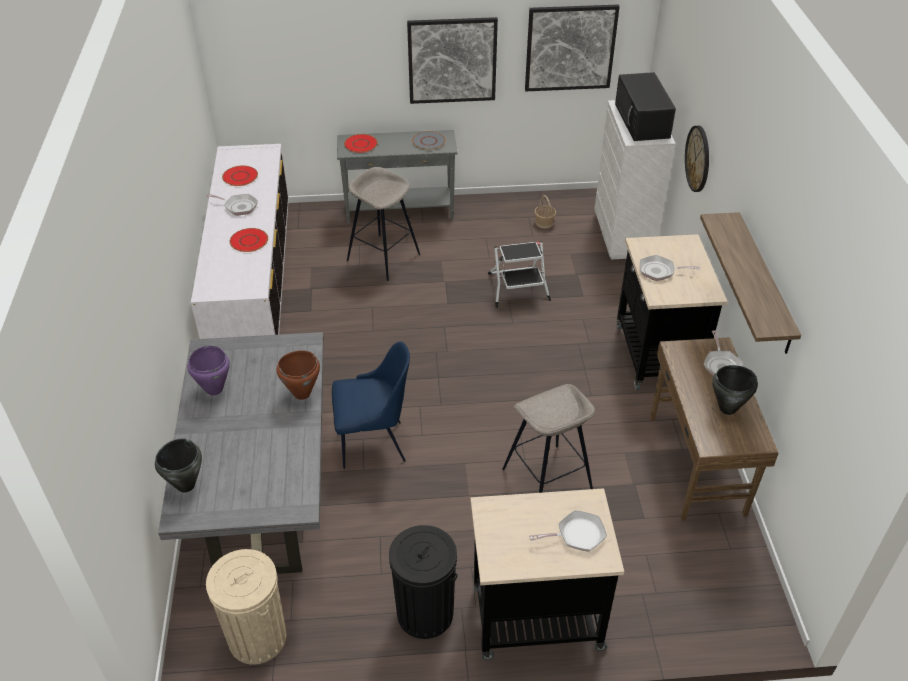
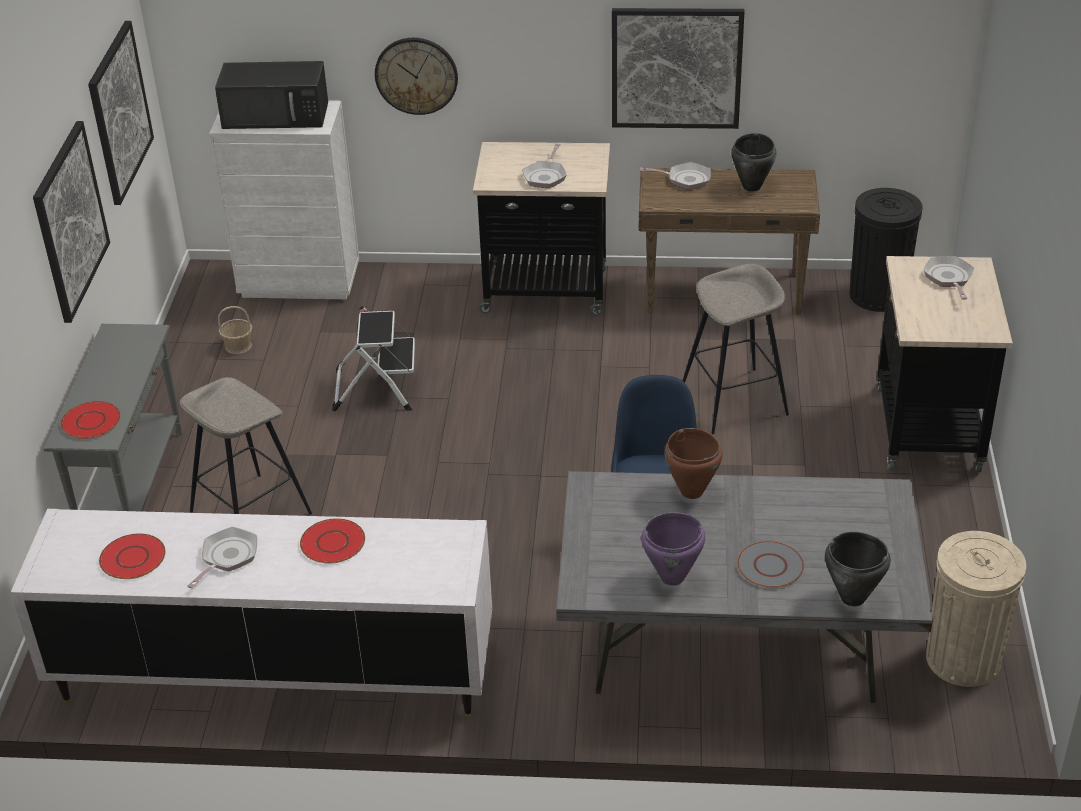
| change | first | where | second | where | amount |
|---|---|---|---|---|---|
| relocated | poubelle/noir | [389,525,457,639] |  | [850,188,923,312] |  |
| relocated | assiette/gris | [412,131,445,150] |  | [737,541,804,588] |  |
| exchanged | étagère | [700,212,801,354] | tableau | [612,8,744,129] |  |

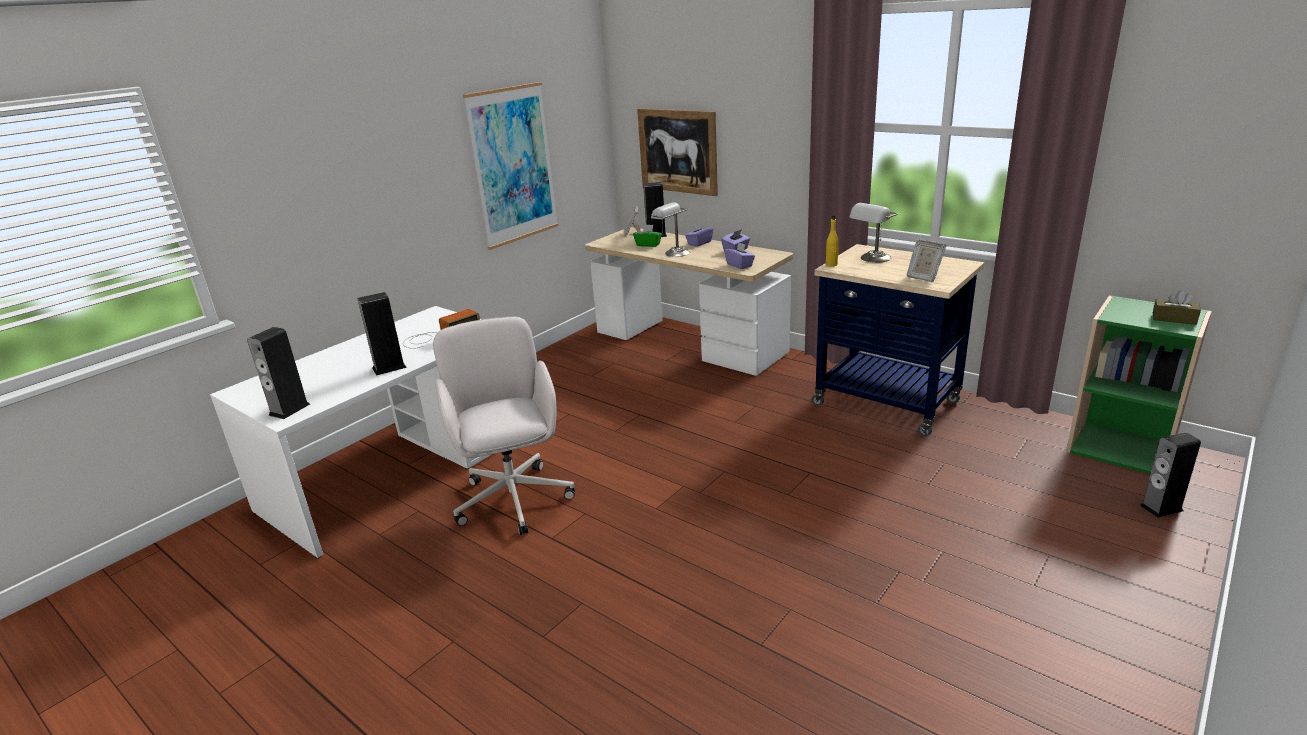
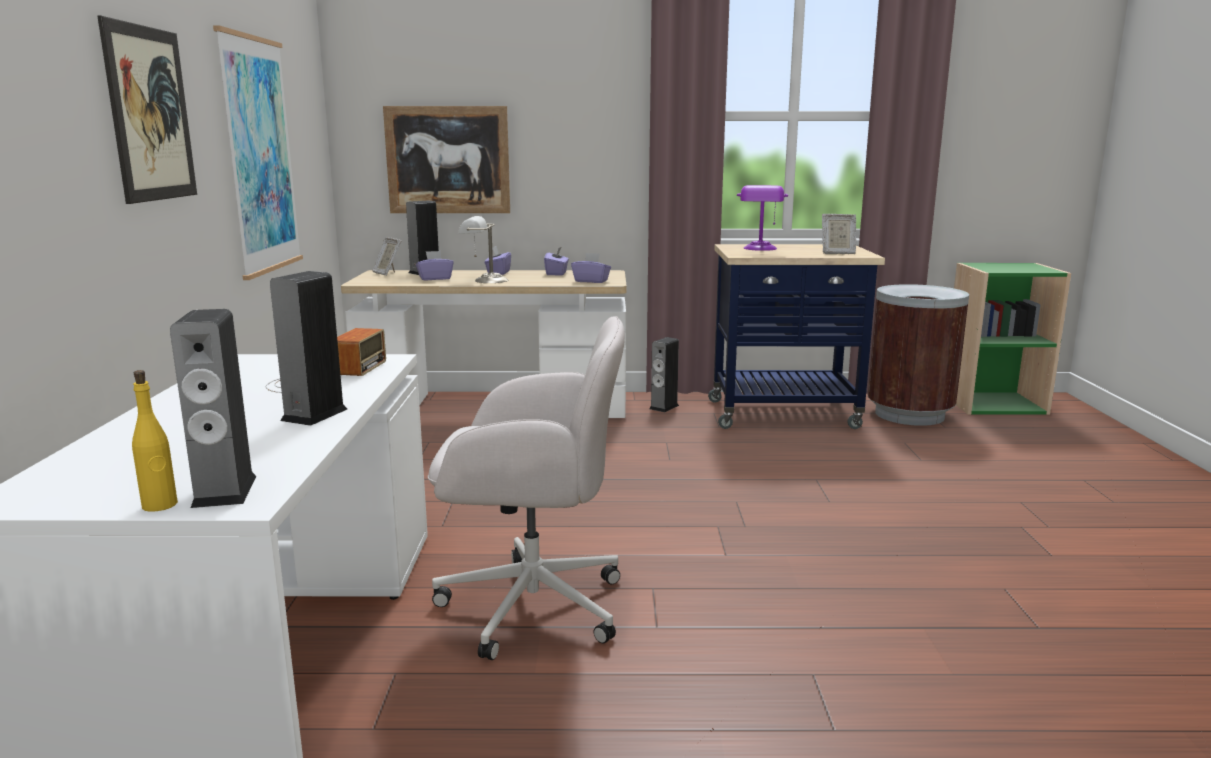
| change | first | where | second | where | amount |
|---|---|---|---|---|---|
| spun | chaise de bureau/blanc | [433,316,575,535] |  | [428,316,625,660] | 150 degrees clockwise |
| colour | boîte à mouchoirs/vert | [633,224,662,247] | boîte à mouchoirs/violet | [416,251,454,280] |  |
| relocated | bouteille/jaune | [826,215,839,266] |  | [132,370,178,512] |  |
| colour | lampe de table/blanc | [850,203,898,263] | lampe de table/violet | [737,185,788,251] |  |
| relocated | enceinte | [1139,432,1201,518] |  | [649,337,679,413] |  |
| missing | boîte à mouchoirs/marron | [1153,290,1201,325] |  |  |  |
| appeared |  |  | tableau | [97,15,197,204] |  |
| appeared |  |  | poubelle/marron | [868,284,969,426] |  |

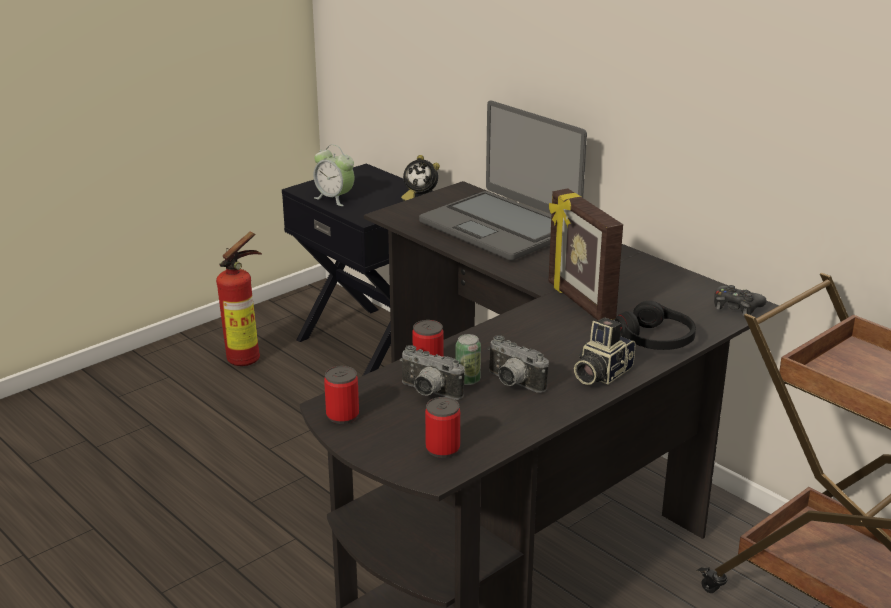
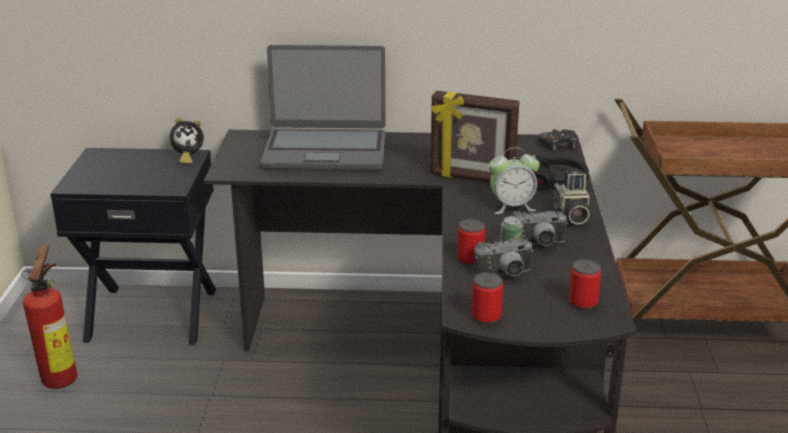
| change | first | where | second | where | amount |
|---|---|---|---|---|---|
| relocated | réveil | [313,145,354,206] |  | [489,148,540,214] |  |

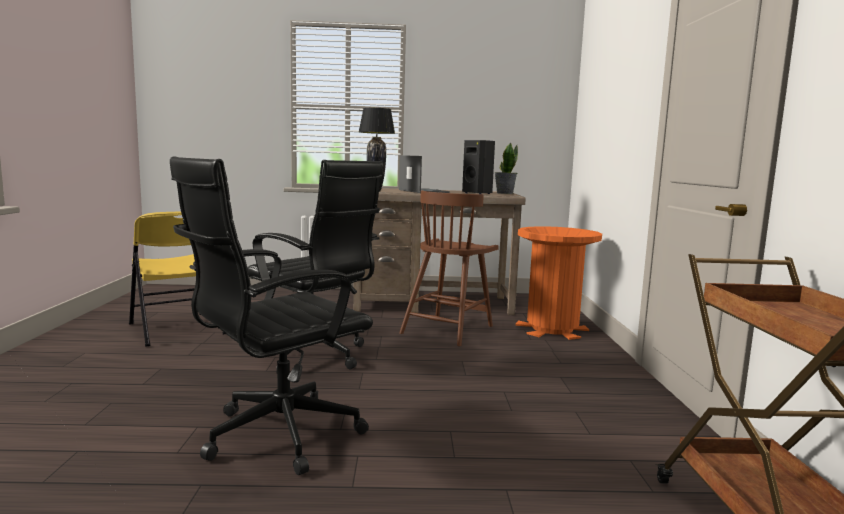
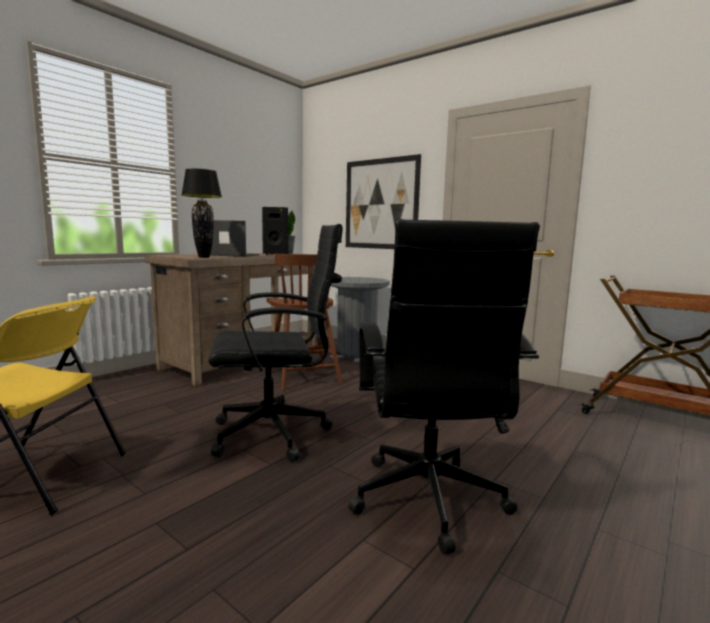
| change | first | where | second | where | amount |
|---|---|---|---|---|---|
| colour | poubelle/orange | [515,226,602,340] | poubelle/gris | [329,277,390,363] |  |
| appeared |  |  | tableau | [346,154,421,249] |  |

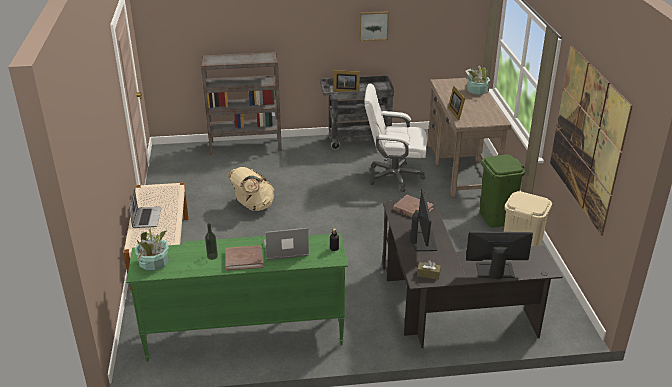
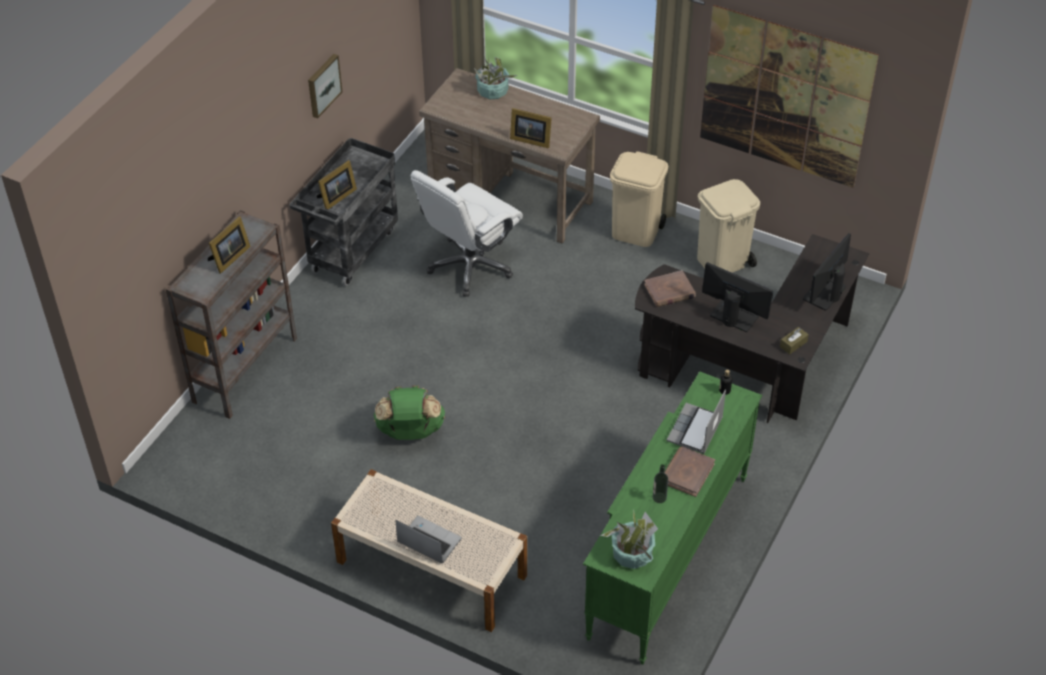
| change | first | where | second | where | amount |
|---|---|---|---|---|---|
| colour | sac à dos/beige | [227,167,275,211] | sac à dos/vert | [374,385,445,440] |  |
| colour | poubelle/vert | [480,154,525,228] | poubelle/beige | [610,151,668,247] |  |
| appeared |  |  | cadre photo | [208,216,251,274] |  |

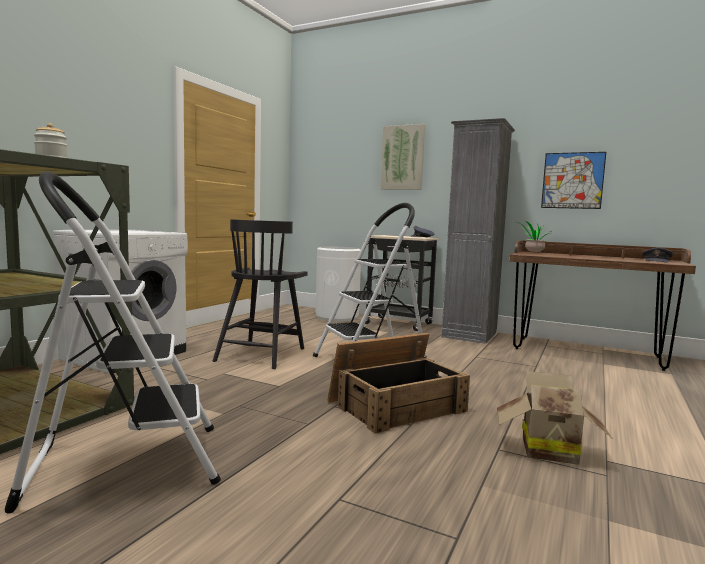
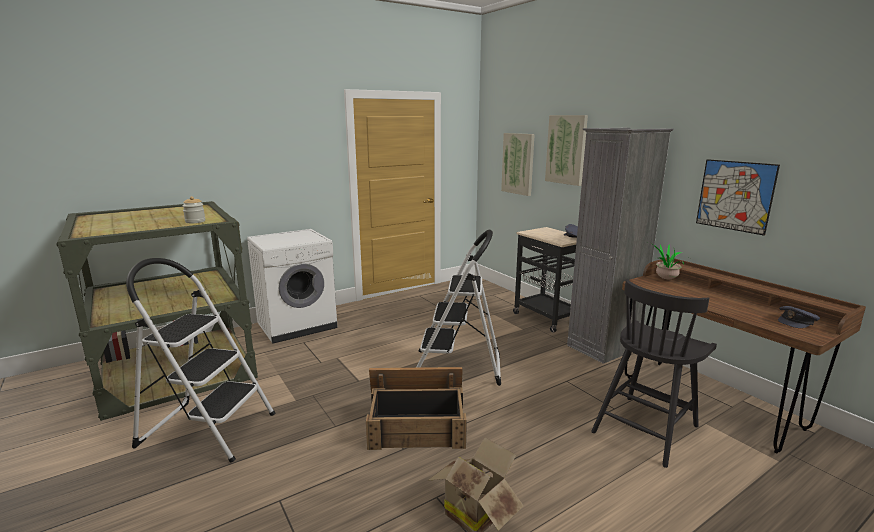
| change | first | where | second | where | amount |
|---|---|---|---|---|---|
| relocated | chaise/noir | [213,219,308,369] |  | [591,279,717,468] |  |
| missing | poubelle/blanc | [315,246,361,322] |  |  |  |
| appeared |  |  | tableau | [501,133,535,196] |  |

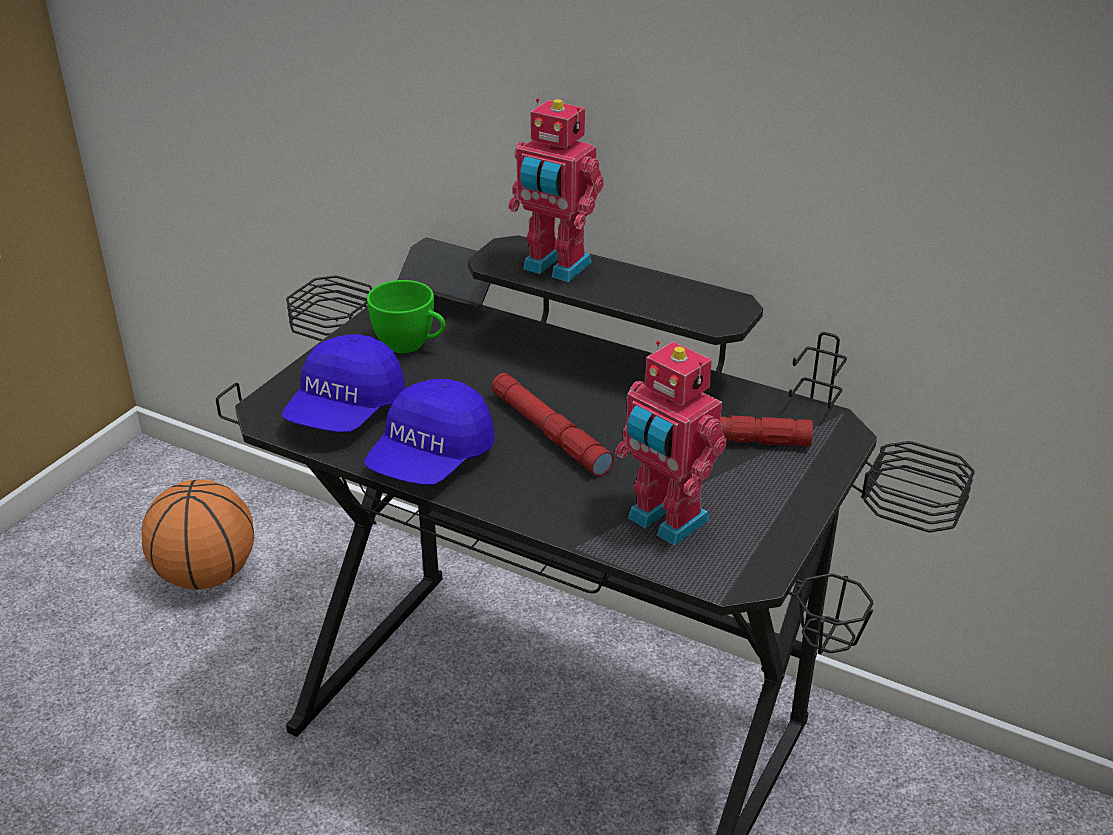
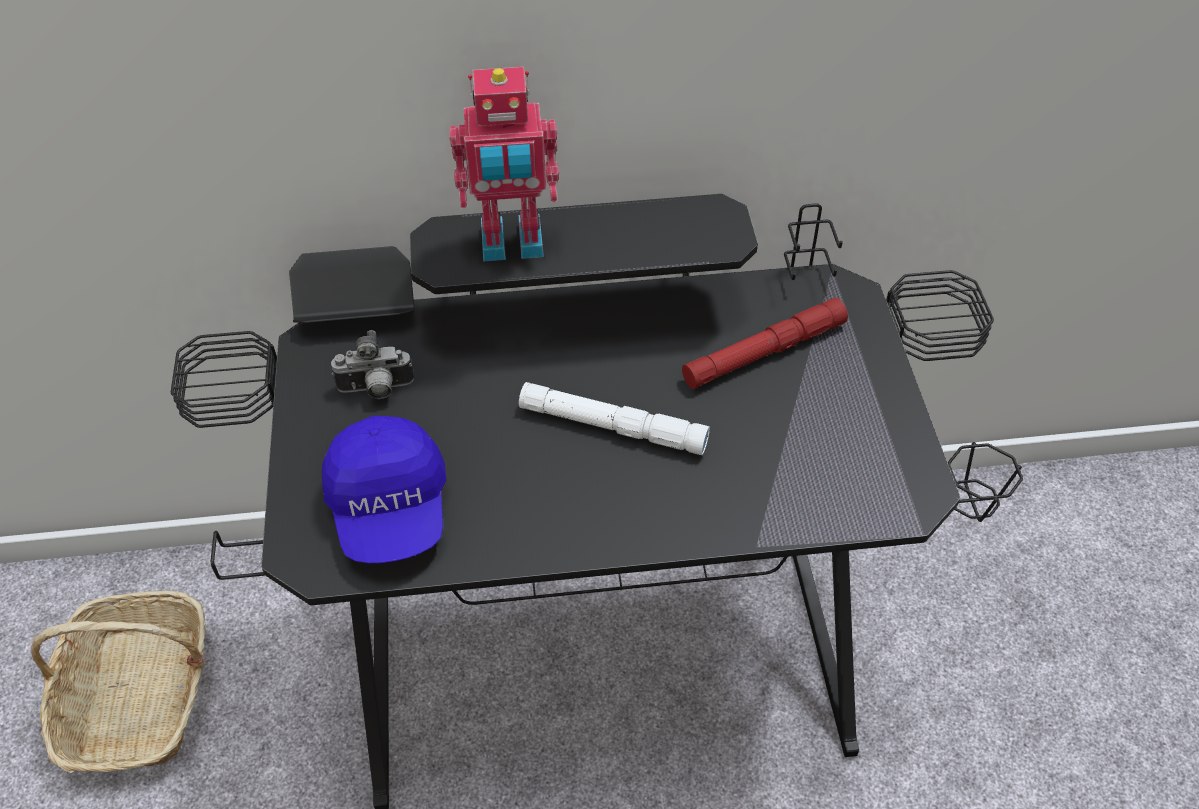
| change | first | where | second | where | amount |
|---|---|---|---|---|---|
| exchanged | ballon de basket | [142,480,254,590] | panier | [31,591,205,773] |  |
| missing | casquette/bleu | [364,379,495,485] |  |  |  |
| exchanged | tasse/vert | [367,280,445,353] | appareil photo | [331,330,414,399] |  |
| colour | lampe de poche/rouge | [491,373,614,476] | lampe de poche/blanc | [519,382,710,455] |  |
| missing | robot jouet | [615,341,727,546] |  |  |  |

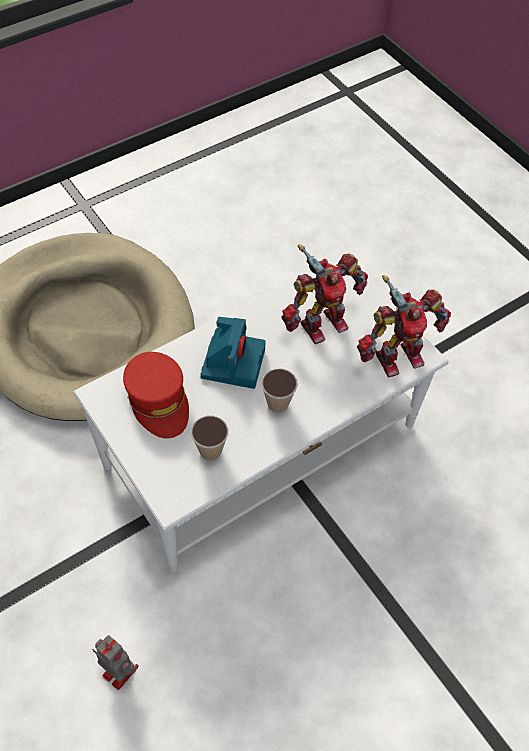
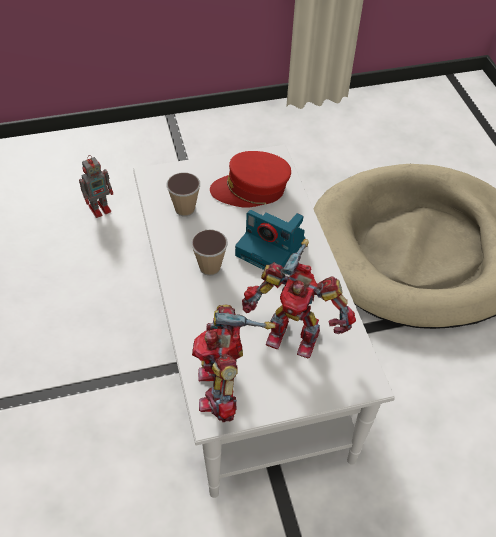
| change | first | where | second | where | amount |
|---|---|---|---|---|---|
| spun | robot jouet | [281,245,368,344] |  | [242,239,356,359] | 60 degrees counterclockwise |

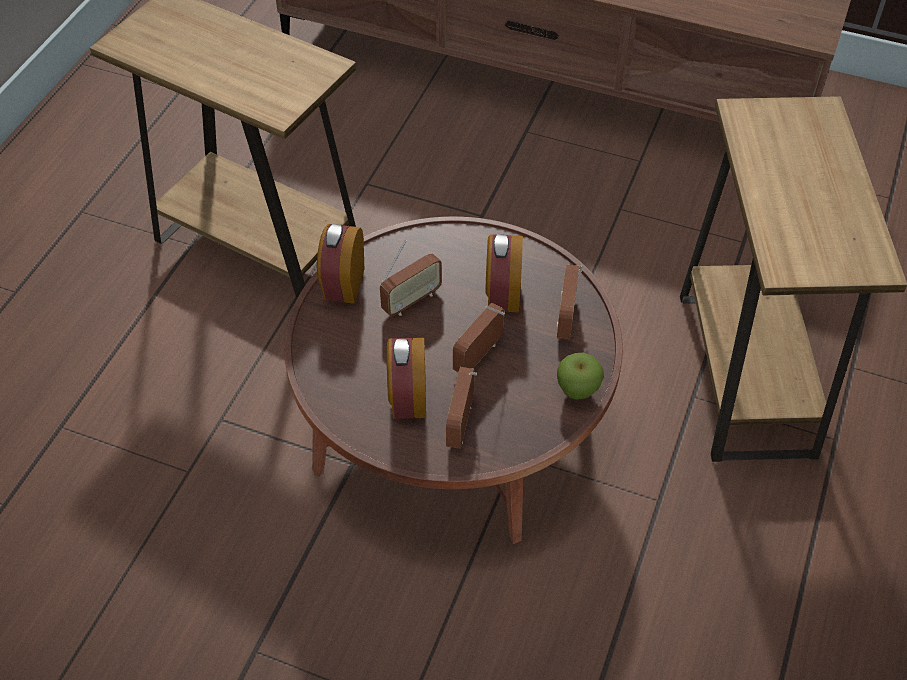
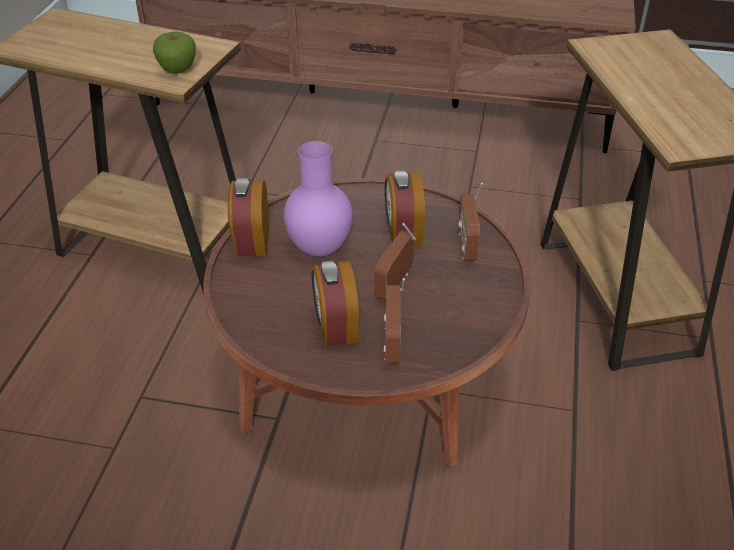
| change | first | where | second | where | amount |
|---|---|---|---|---|---|
| exchanged | radio | [380,240,442,317] | vase/violet | [284,141,353,257] |  |
| relocated | pomme | [557,353,604,400] |  | [153,32,196,74] |  |

